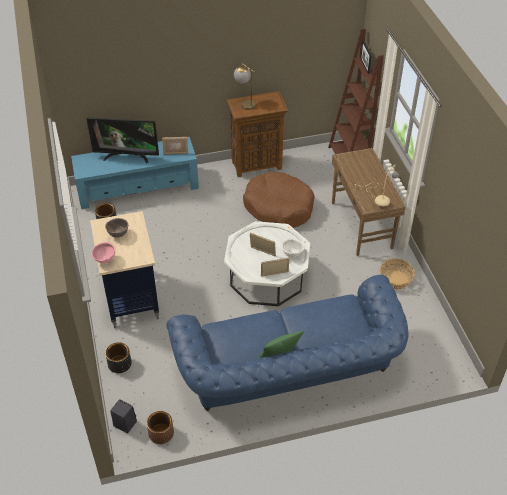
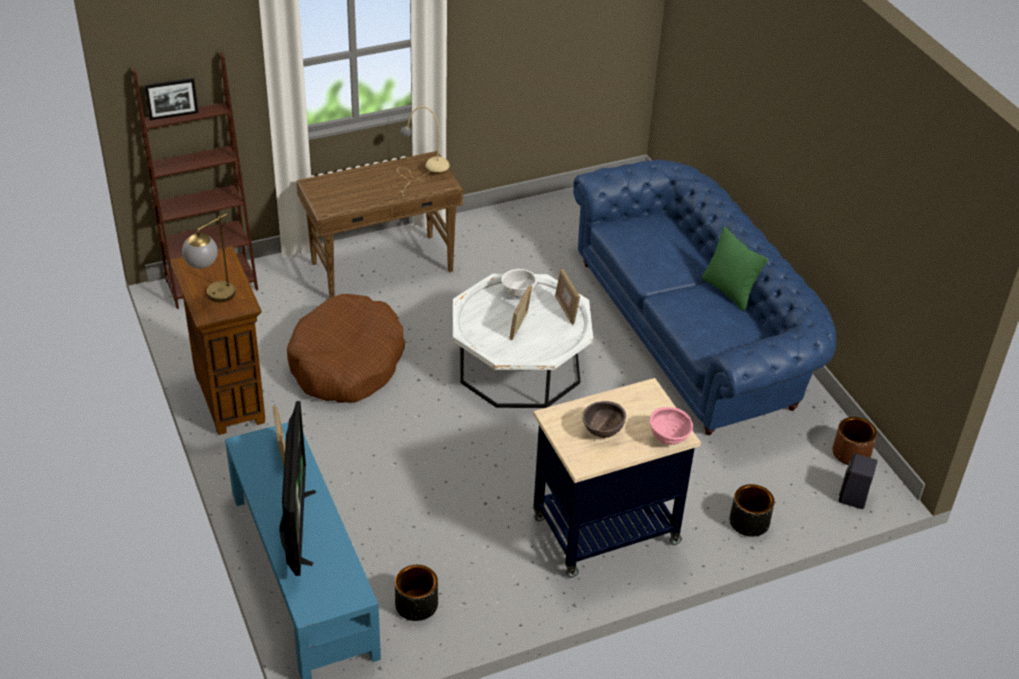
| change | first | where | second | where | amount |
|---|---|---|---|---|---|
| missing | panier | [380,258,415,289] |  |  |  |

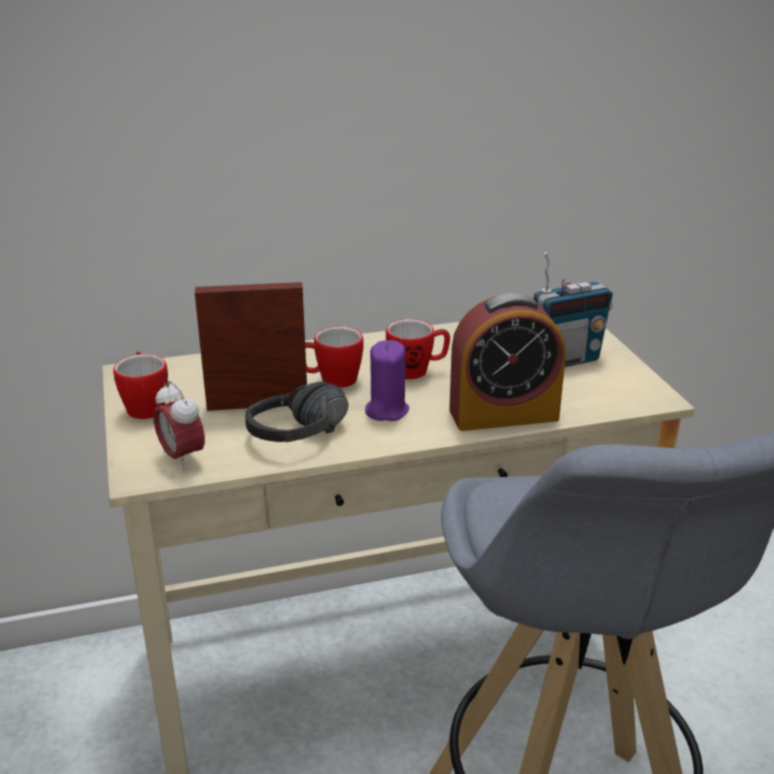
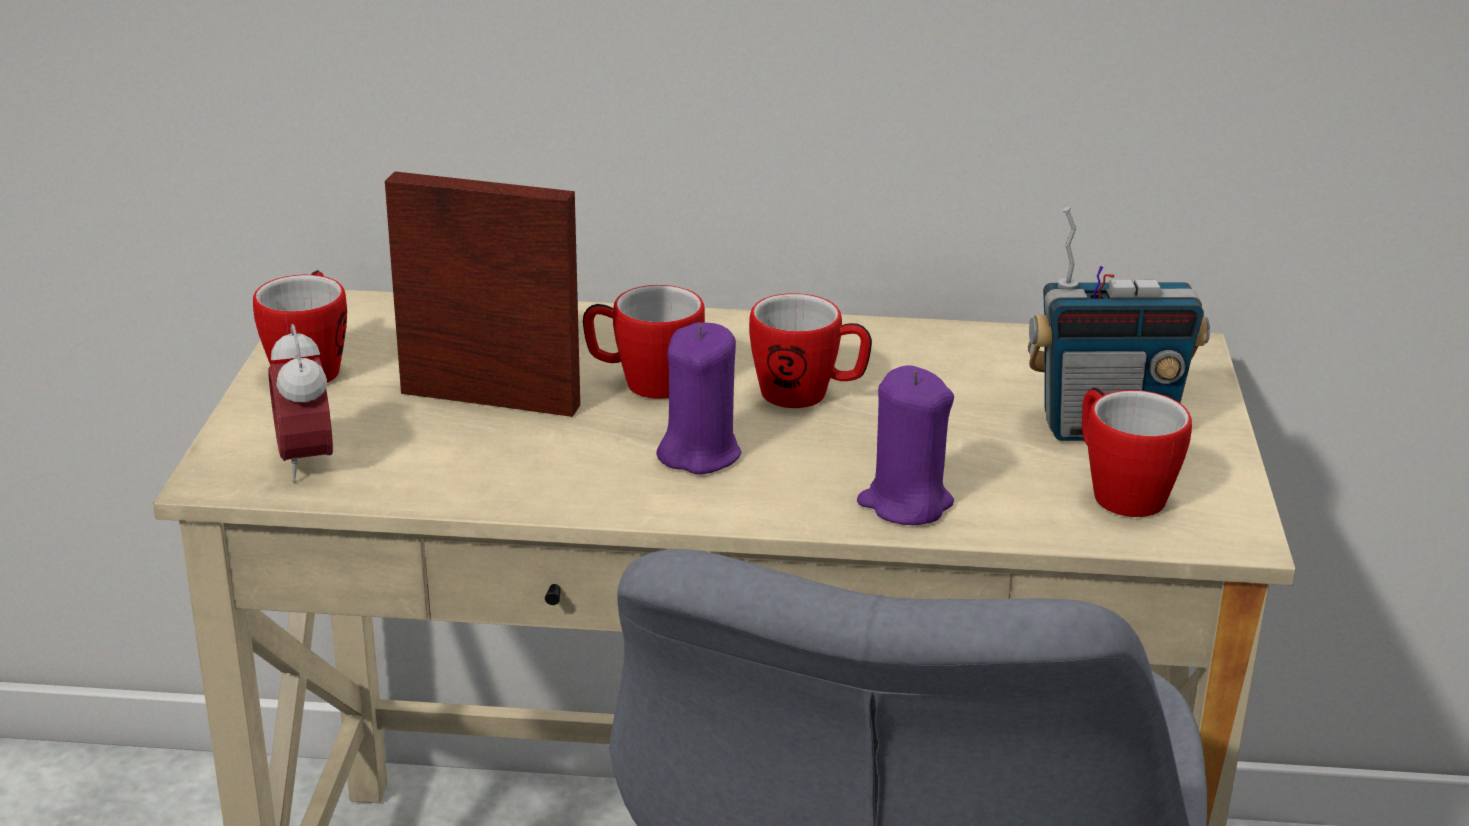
| change | first | where | second | where | amount |
|---|---|---|---|---|---|
| missing | casque audio/noir | [245,381,349,442] |  |  |  |
| exchanged | réveil | [449,293,566,431] | bougie/violet | [857,365,954,525] |  |
| appeared |  |  | mug | [1082,388,1192,517] |  |

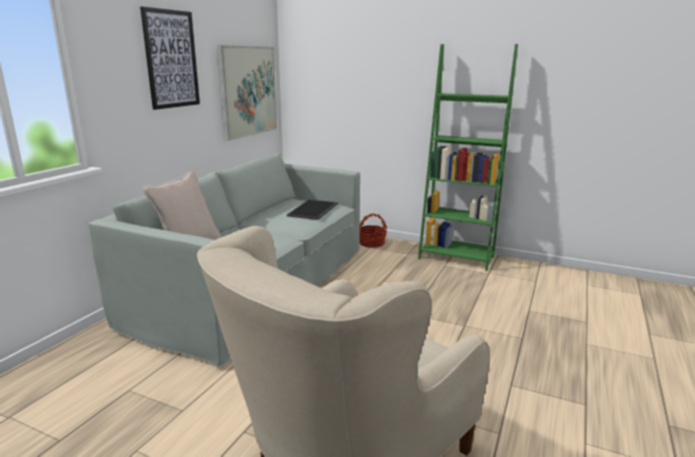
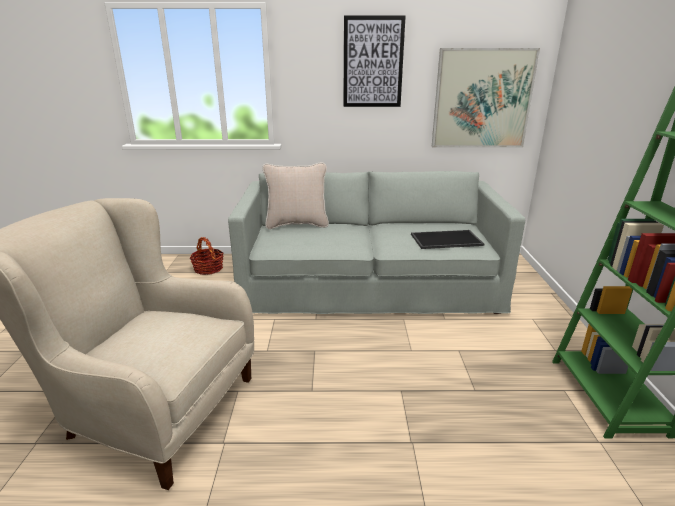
| change | first | where | second | where | amount |
|---|---|---|---|---|---|
| relocated | panier | [359,213,387,248] |  | [190,237,224,275] |  |

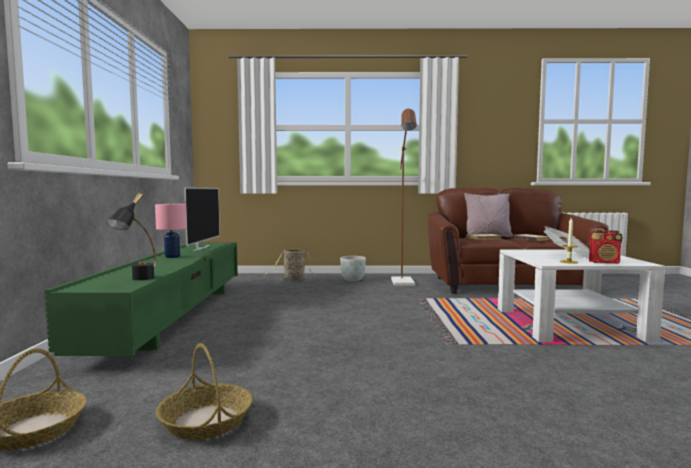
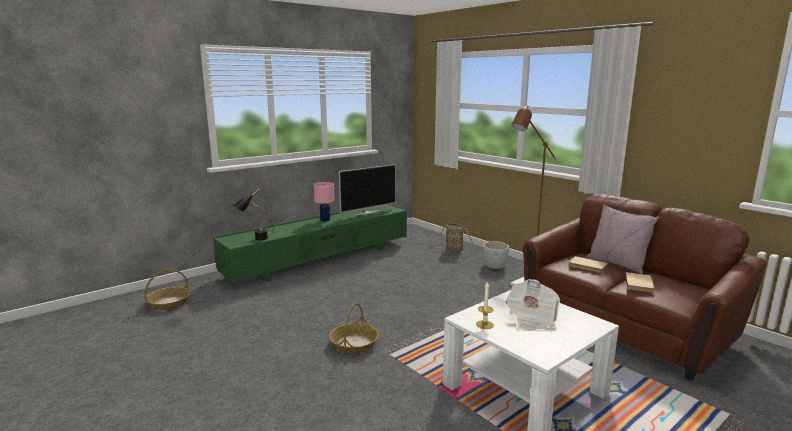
| change | first | where | second | where | amount |
|---|---|---|---|---|---|
| relocated | panier | [156,343,252,440] |  | [329,303,379,353] |  |
| missing | radio | [589,228,623,264] |  |  |  |

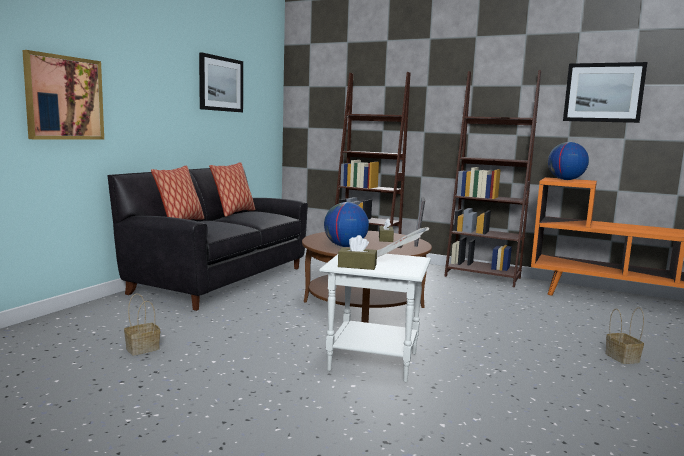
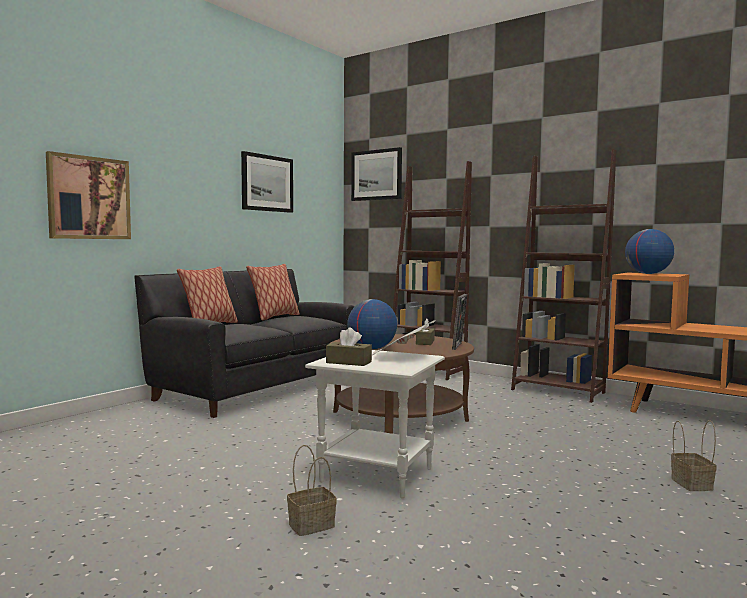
| change | first | where | second | where | amount |
|---|---|---|---|---|---|
| relocated | panier | [124,294,160,355] |  | [287,445,337,536] |  |
| relocated | tableau | [563,62,647,123] |  | [351,147,402,201] |  |

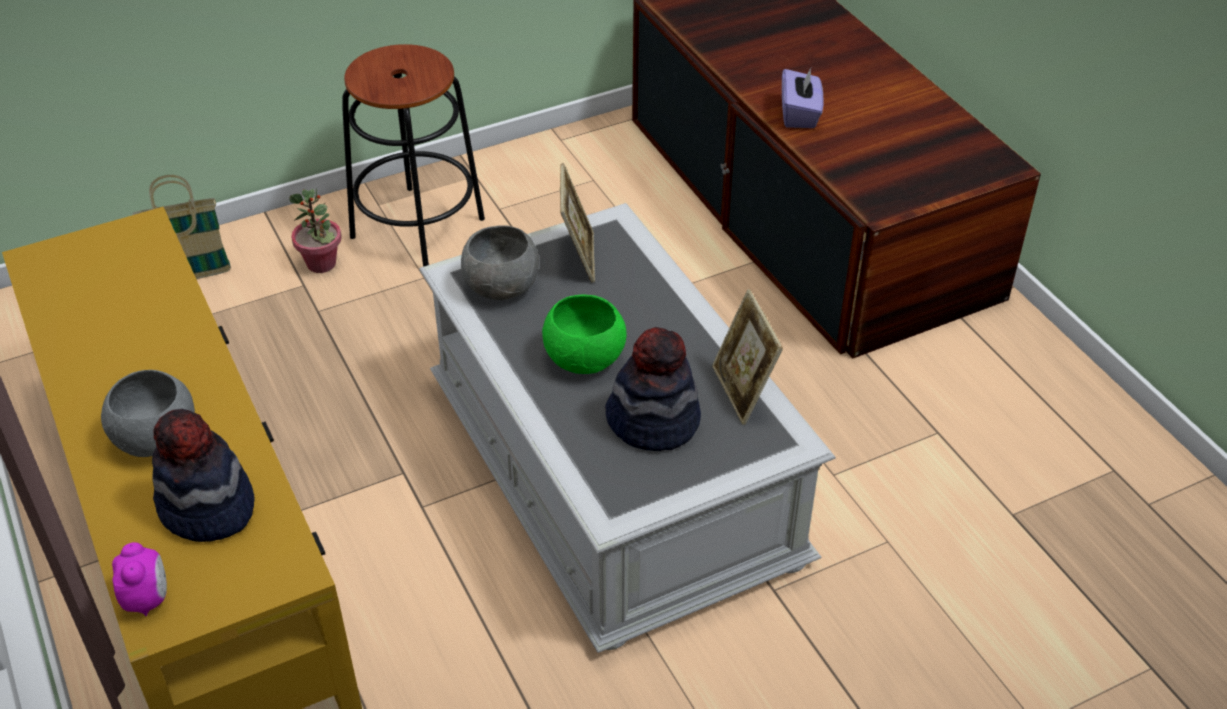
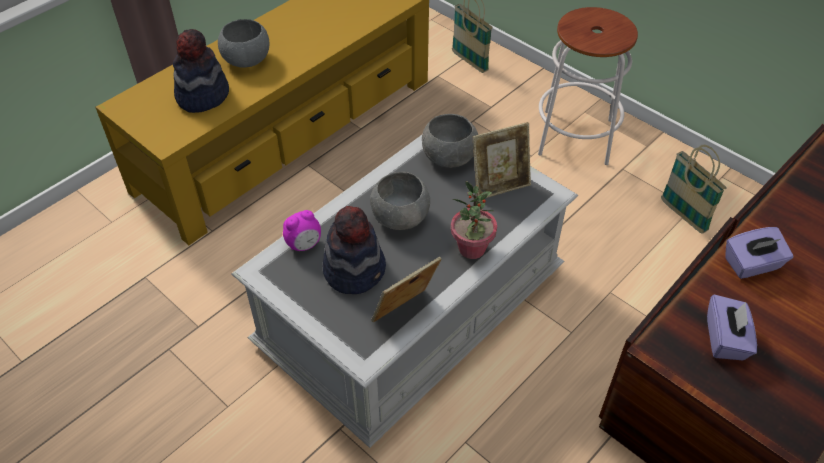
| change | first | where | second | where | amount |
|---|---|---|---|---|---|
| relocated | réveil | [112,542,167,616] |  | [283,210,321,251] |  |
| relocated | plante en pot | [289,188,342,273] |  | [451,181,497,259] |  |
| colour | tabouret/noir | [342,44,485,267] | tabouret/blanc | [538,7,638,165] |  |
| colour | bol/vert | [542,294,627,374] | bol/gris | [370,172,430,230] |  |
| appeared |  |  | panier | [661,145,727,233] |  |
| appeared |  |  | boîte à mouchoirs/violet | [707,295,757,360] |  |

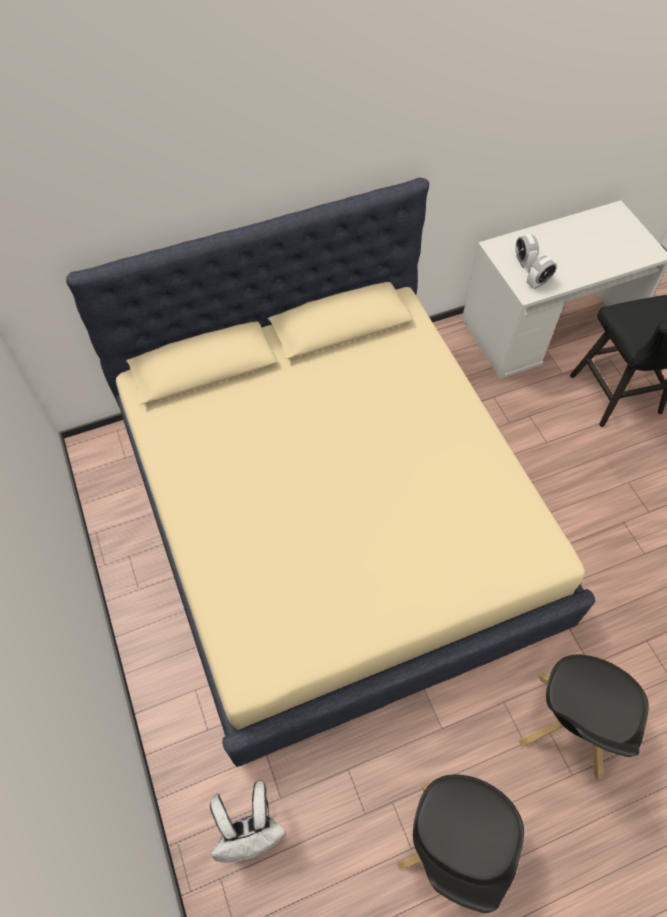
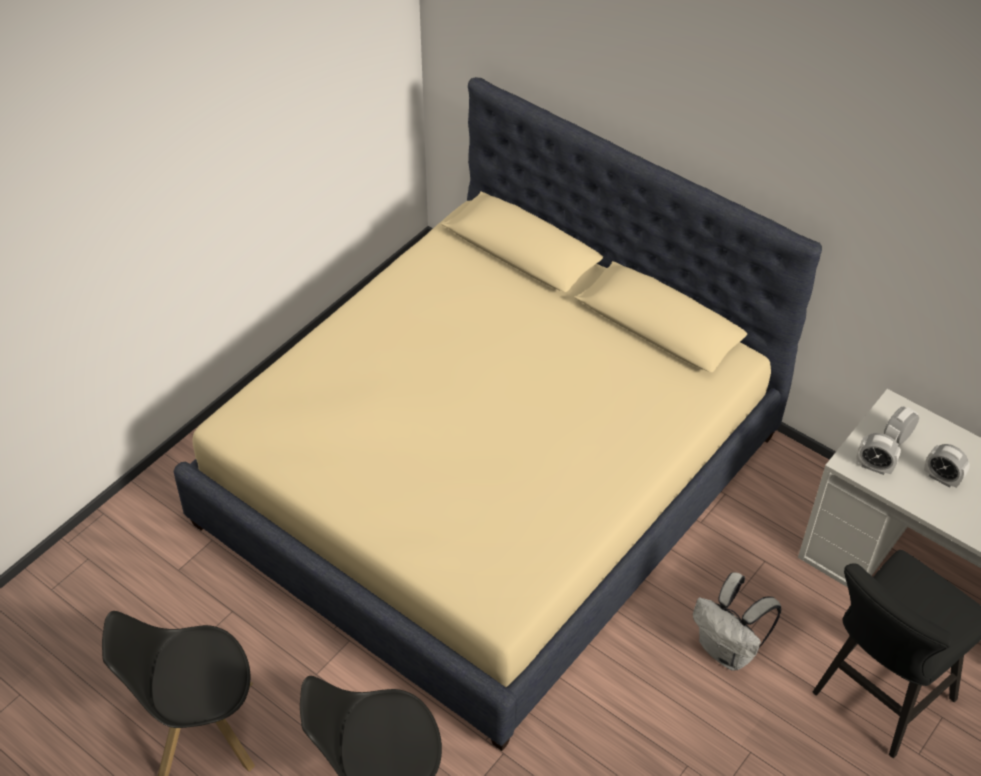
| change | first | where | second | where | amount |
|---|---|---|---|---|---|
| relocated | sac à dos/blanc | [210,780,286,863] |  | [693,572,781,671] |  |
| appeared |  |  | réveil | [924,444,970,488] |  |

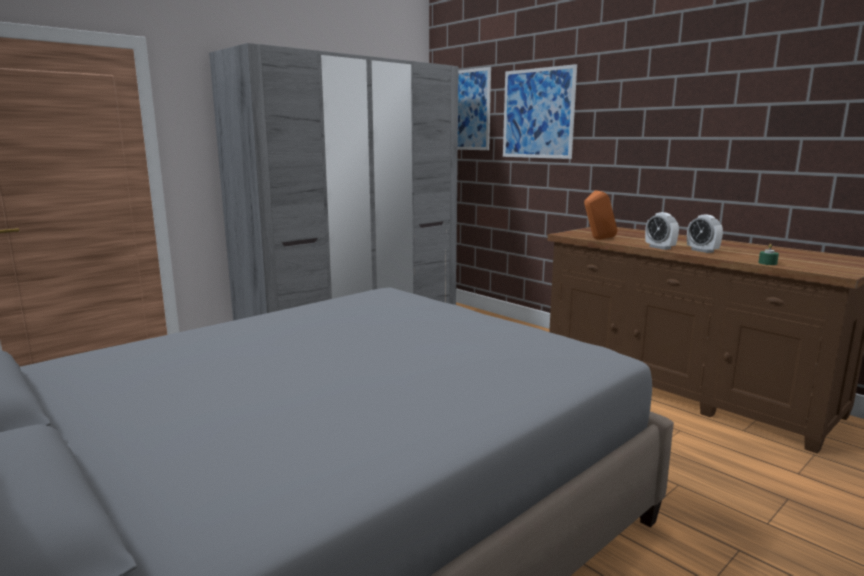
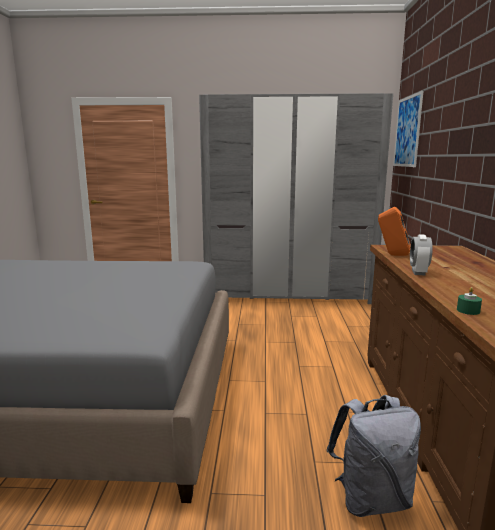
| change | first | where | second | where | amount |
|---|---|---|---|---|---|
| missing | tableau | [503,64,577,159] |  |  |  |
| missing | réveil | [687,215,723,253] |  |  |  |
| appeared |  |  | sac à dos/gris | [326,395,421,517] |  |

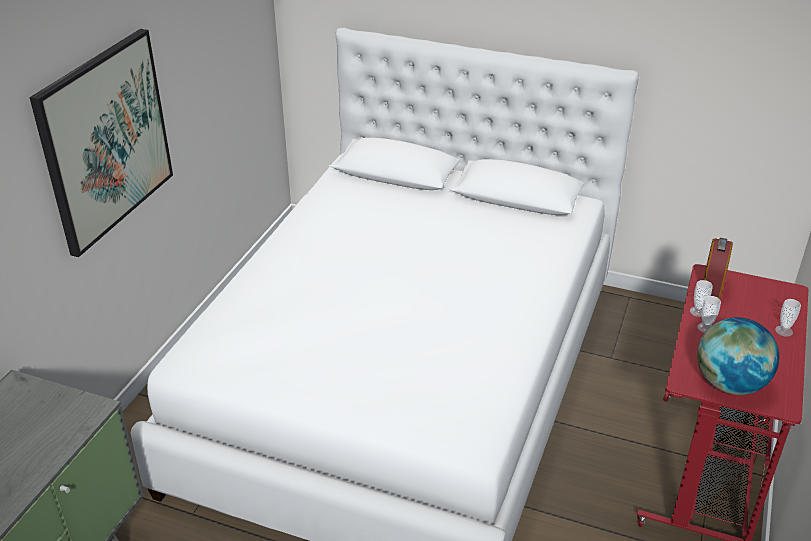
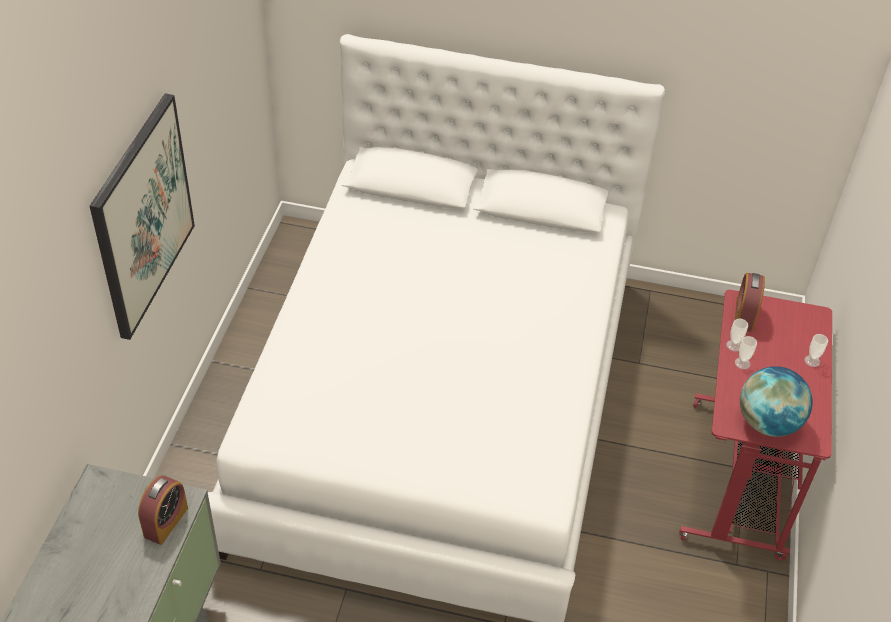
| change | first | where | second | where | amount |
|---|---|---|---|---|---|
| appeared |  |  | réveil | [138,475,188,545] |  |

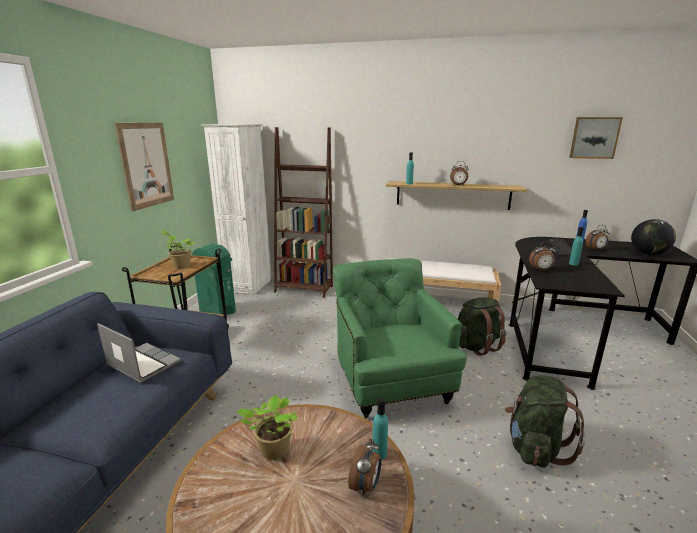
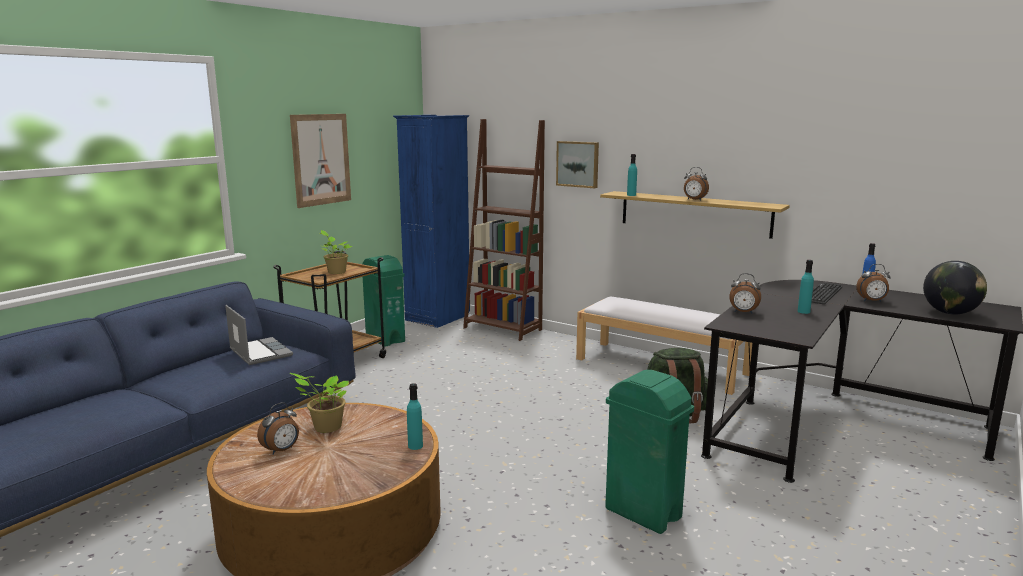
| change | first | where | second | where | amount |
|---|---|---|---|---|---|
| colour | meuble de rangement/blanc | [201,124,271,295] | meuble de rangement/bleu | [393,115,470,328] |  |
| missing | fauteuil/vert | [333,258,467,418] |  |  |  |
| relocated | réveil | [348,439,381,495] |  | [257,402,299,455] |  |
| exchanged | sac à dos/vert | [505,375,585,468] | poubelle/vert | [605,370,694,534] |  |
| relocated | tableau | [569,117,623,159] |  | [556,141,599,188] |  |

